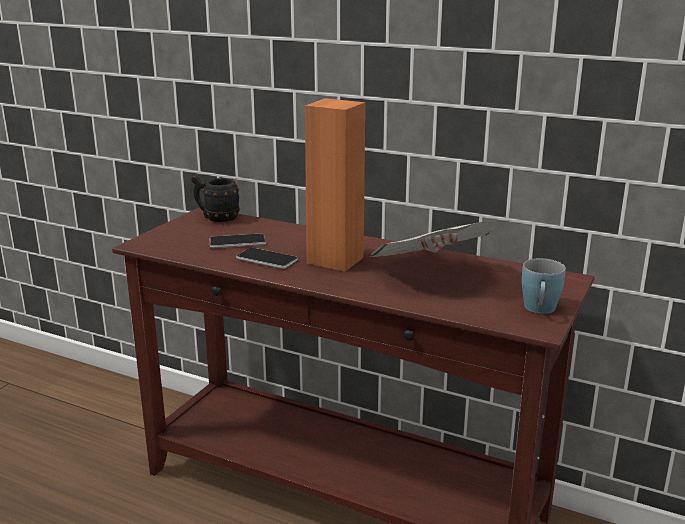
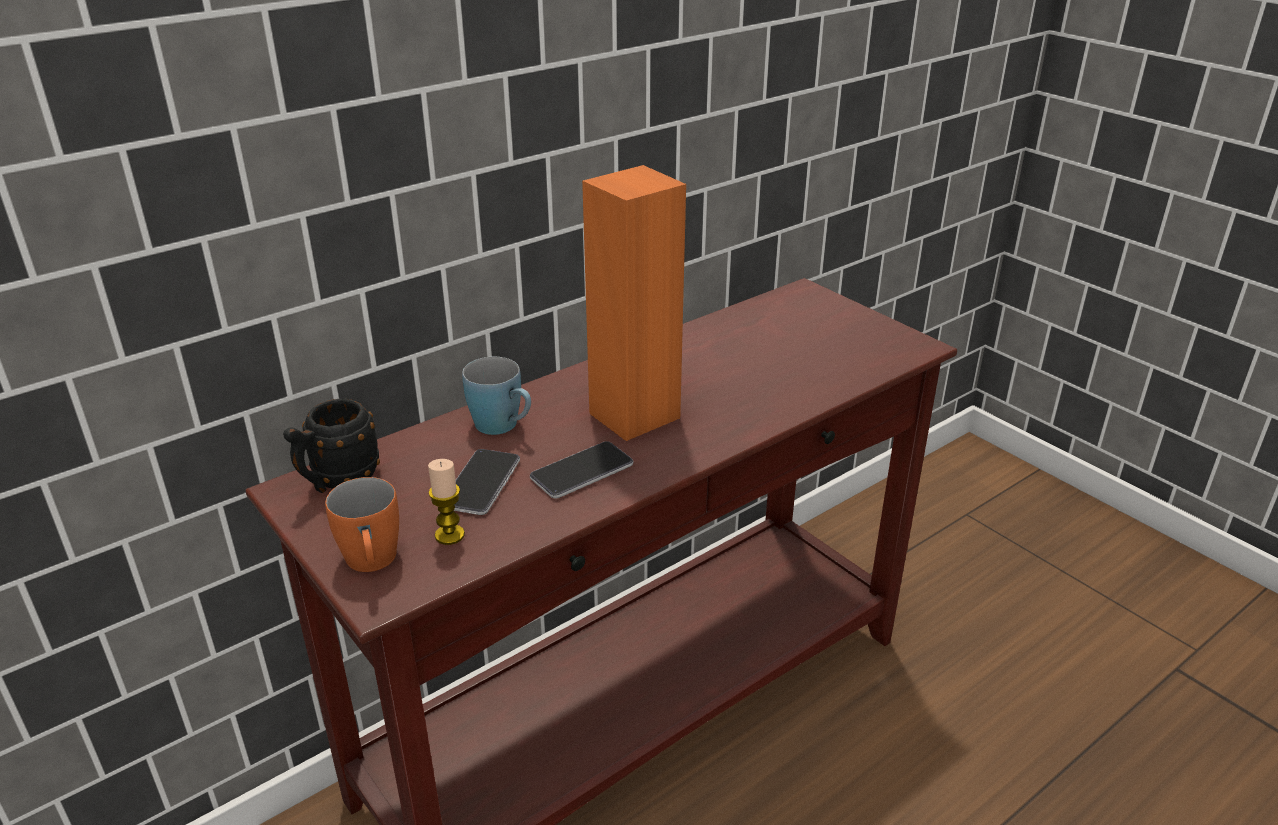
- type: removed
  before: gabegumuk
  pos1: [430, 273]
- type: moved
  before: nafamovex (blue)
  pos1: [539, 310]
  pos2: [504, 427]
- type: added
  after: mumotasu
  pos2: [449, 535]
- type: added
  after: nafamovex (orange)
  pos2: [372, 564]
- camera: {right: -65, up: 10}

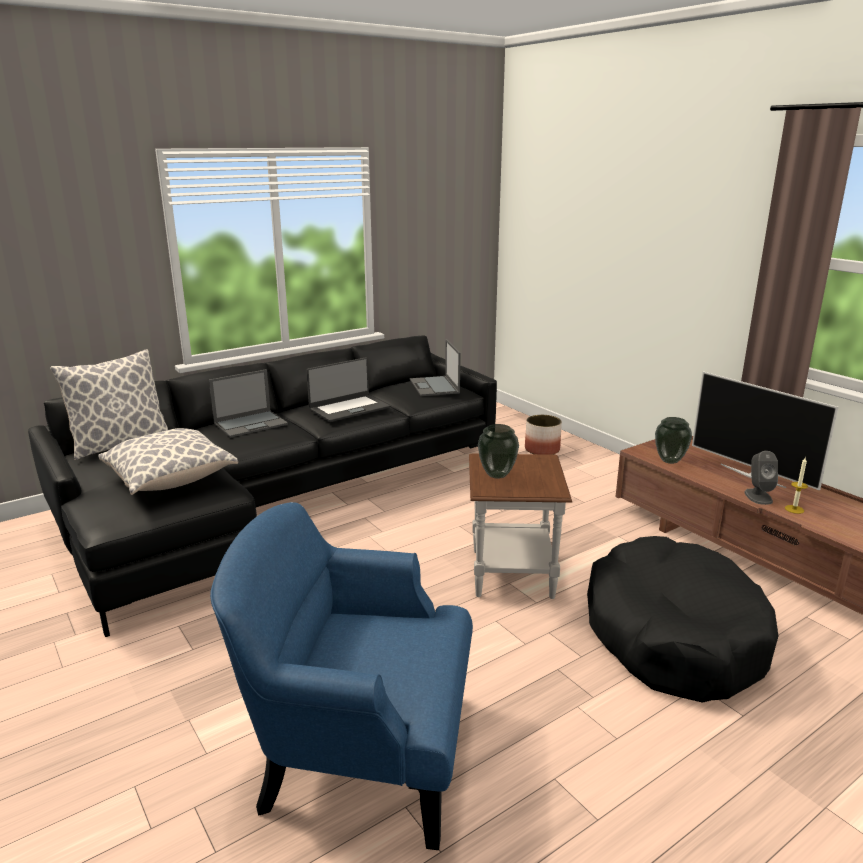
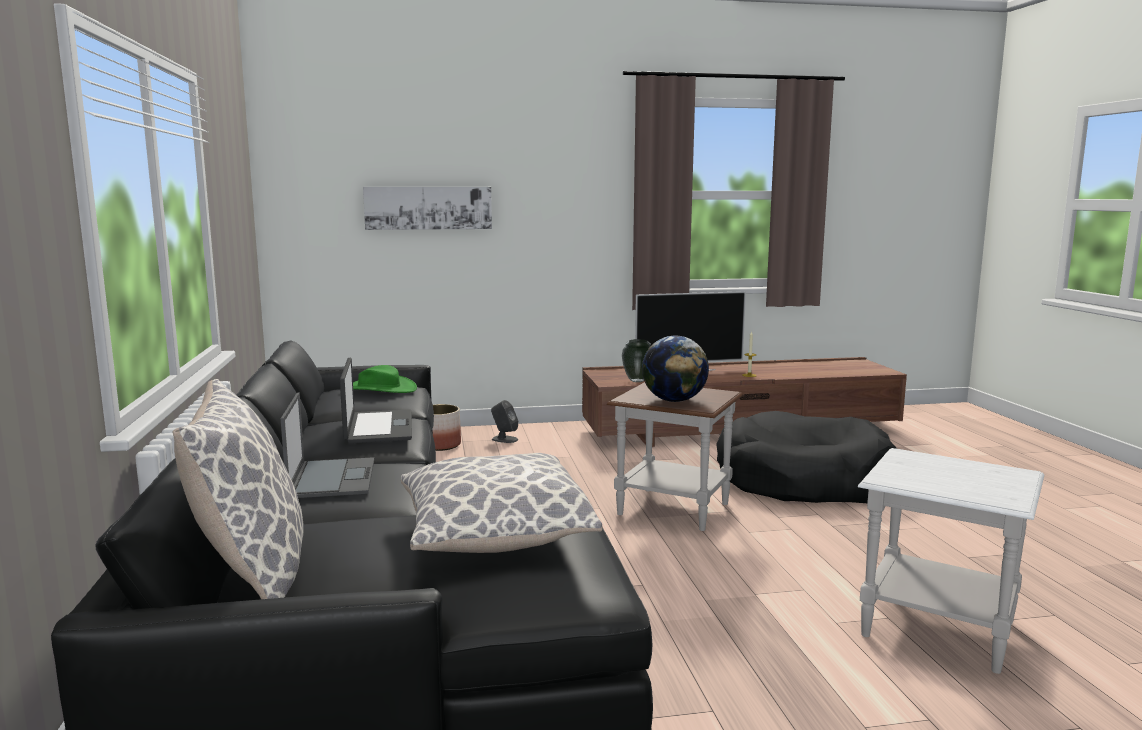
- type: replaced
  before: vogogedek
  after: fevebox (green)
  pos1: [434, 386]
  pos2: [379, 389]
- type: replaced
  before: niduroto
  after: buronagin
  pos1: [497, 475]
  pos2: [674, 400]
- type: moved
  before: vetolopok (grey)
  pos1: [758, 496]
  pos2: [504, 439]
- type: replaced
  before: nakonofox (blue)
  after: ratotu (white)
  pos1: [360, 754]
  pos2: [935, 628]
- type: added
  after: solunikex
  pos2: [428, 208]
- camera: {right: -65, up: -10}

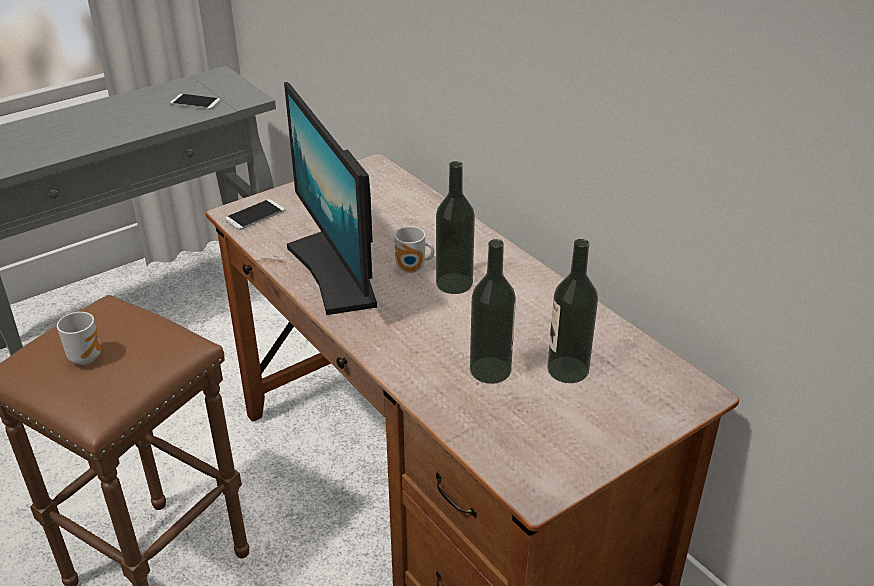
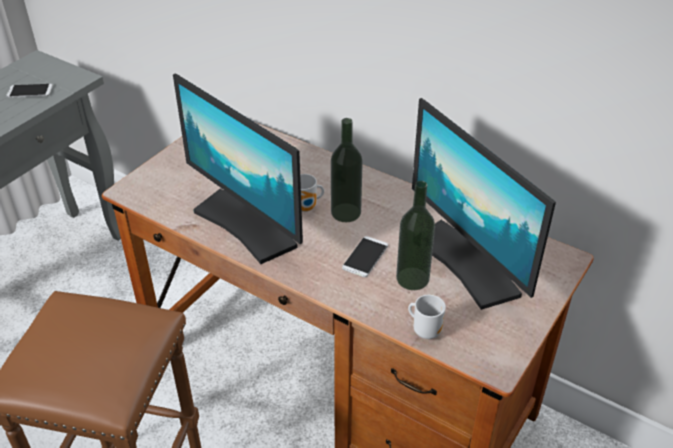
- type: moved
  before: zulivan
  pos1: [255, 215]
  pos2: [365, 257]
- type: replaced
  before: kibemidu
  after: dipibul
  pos1: [567, 369]
  pos2: [467, 263]
- type: moved
  before: nafamovex
  pos1: [86, 356]
  pos2: [425, 330]
- camera: {right: -20, up: 5}

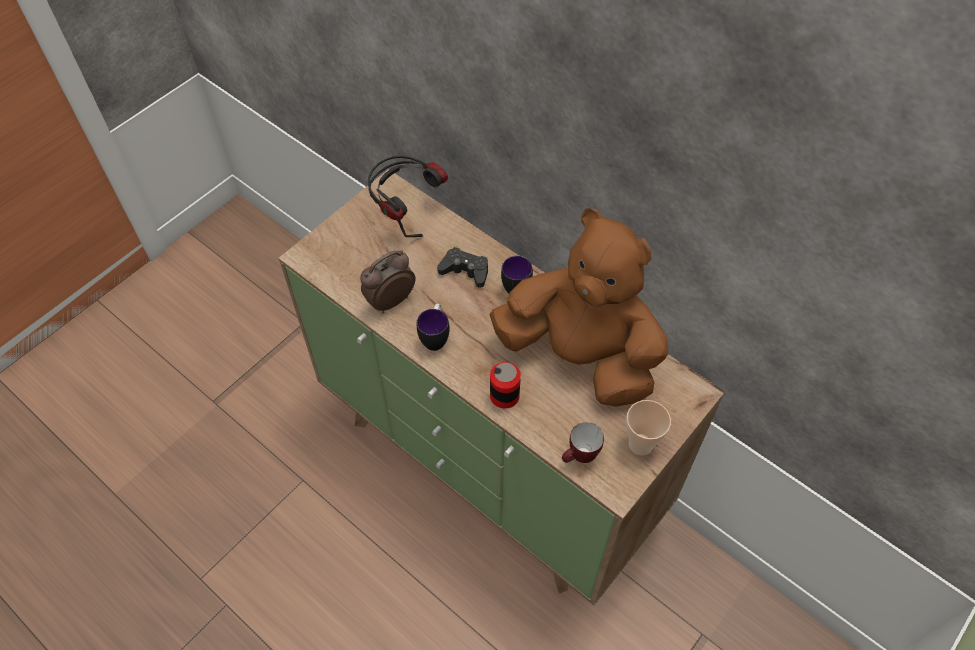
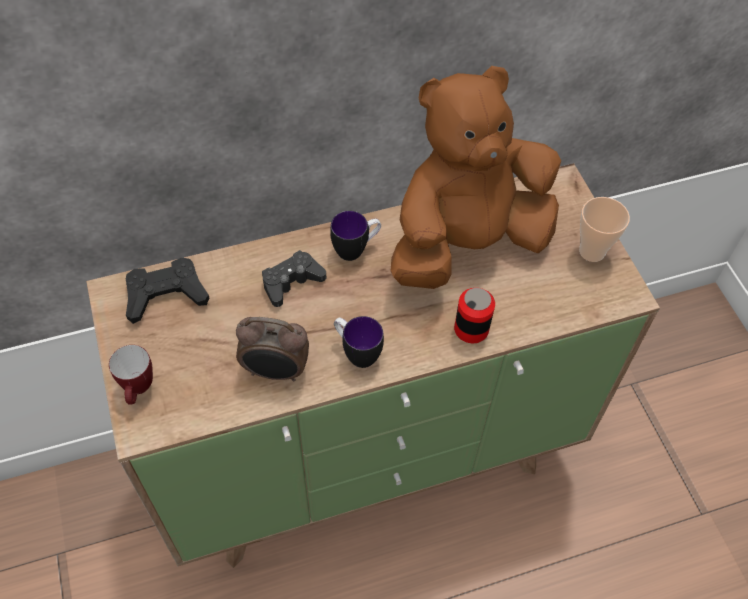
- type: replaced
  before: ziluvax
  after: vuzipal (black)
  pos1: [406, 212]
  pos2: [165, 294]
- type: turned
  before: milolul
  pos1: [389, 300]
  pos2: [276, 371]
  turn: -75
- type: moved
  before: nafamovex
  pos1: [579, 458]
  pos2: [139, 391]
- camera: {right: -60, up: 0}

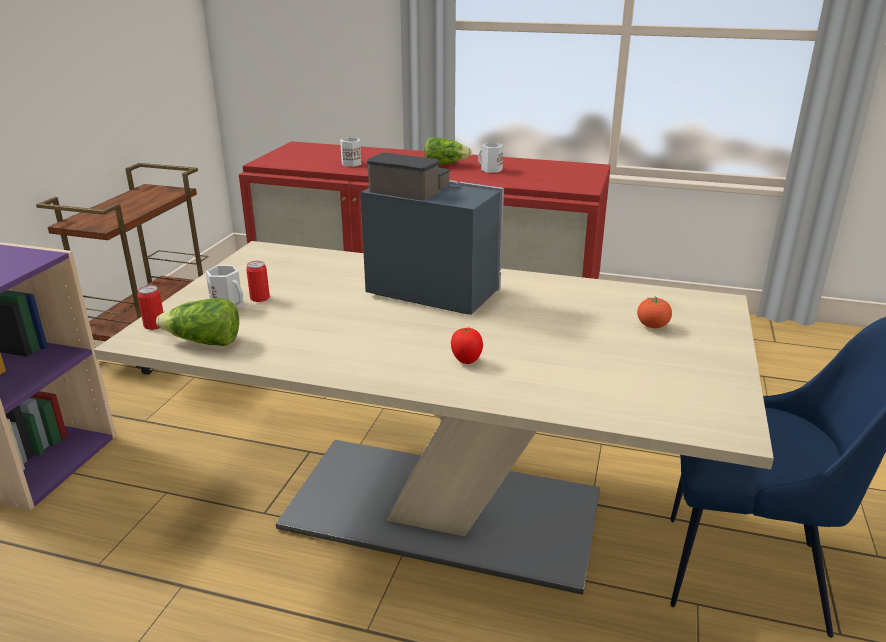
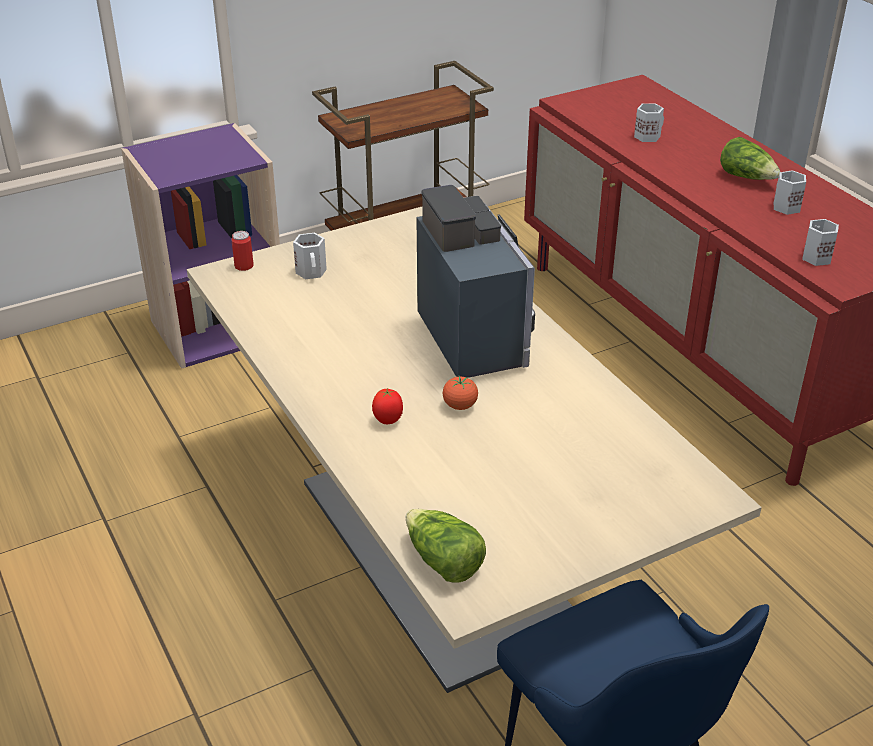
- type: removed
  before: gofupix
  pos1: [260, 298]
- type: moved
  before: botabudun
  pos1: [652, 326]
  pos2: [460, 406]
- type: moved
  before: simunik
  pos1: [204, 342]
  pos2: [443, 561]
- type: added
  after: nafamovex (white)
  pos2: [815, 257]
- camera: {right: 45, up: 10}

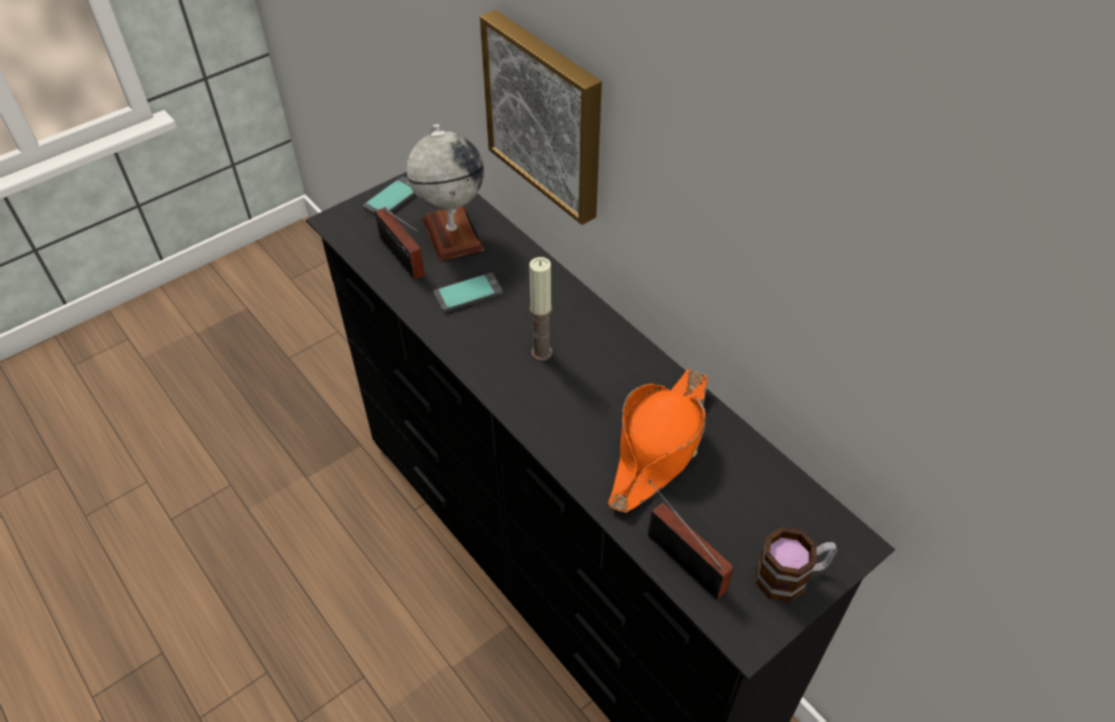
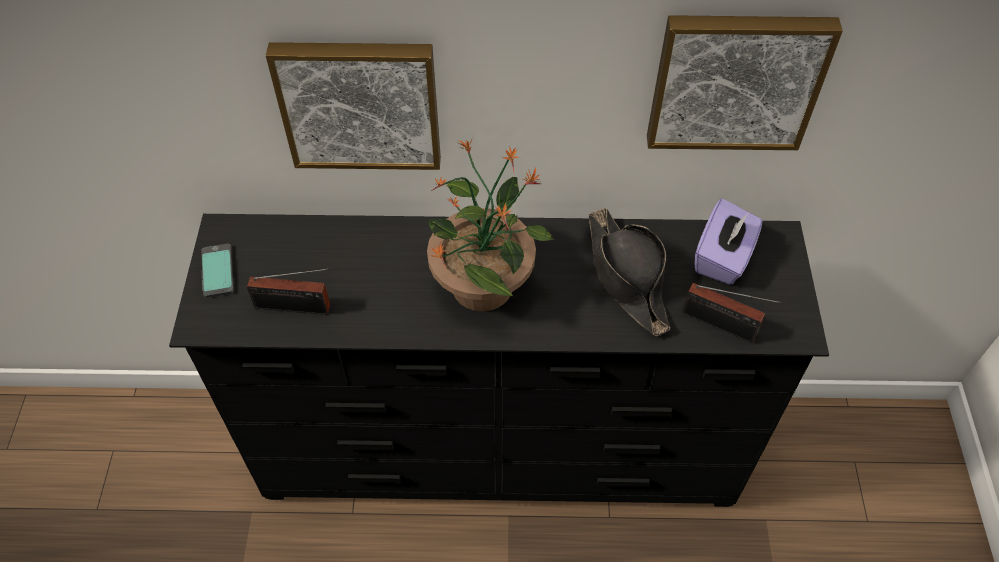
- type: removed
  before: buronagin
  pos1: [452, 234]
- type: replaced
  before: mumotasu
  after: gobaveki
  pos1: [542, 352]
  pos2: [483, 284]
- type: removed
  before: zulivan
  pos1: [468, 293]
- type: recoloured
  before: fevebox (orange)
  after: fevebox (black)
  pos1: [658, 446]
  pos2: [627, 277]
- type: turned
  before: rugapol
  pos1: [683, 558]
  pos2: [722, 326]
  turn: -150
- type: removed
  before: nafamovex
  pos1: [791, 576]
- type: added
  after: solunikex
  pos2: [736, 80]
- type: added
  after: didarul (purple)
  pos2: [723, 258]
- camera: {right: -50, up: 5}

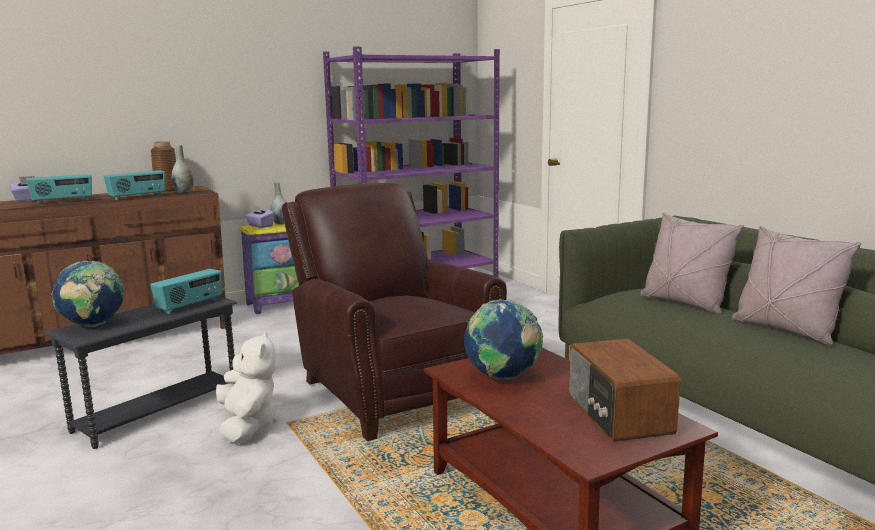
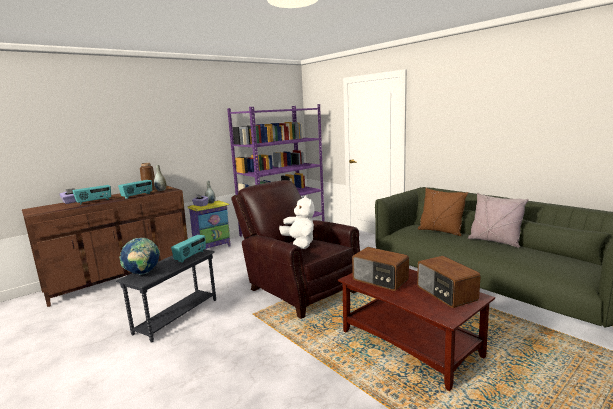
- type: recoloured
  before: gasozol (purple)
  after: gasozol (brown)
  pos1: [684, 303]
  pos2: [440, 231]
- type: replaced
  before: buronagin
  after: rugapol
  pos1: [502, 378]
  pos2: [380, 280]
- type: moved
  before: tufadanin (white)
  pos1: [247, 426]
  pos2: [300, 243]
- camera: {right: -10, up: 0}

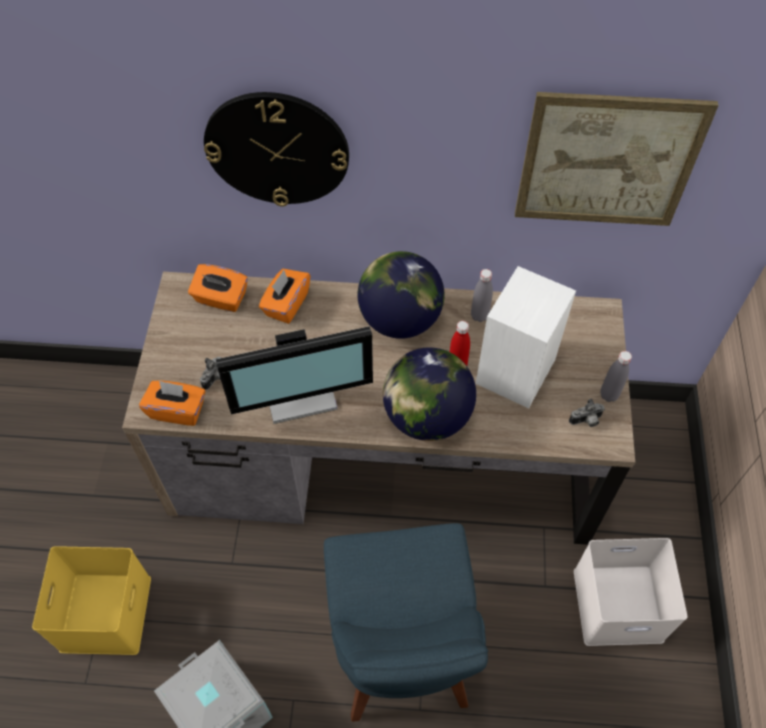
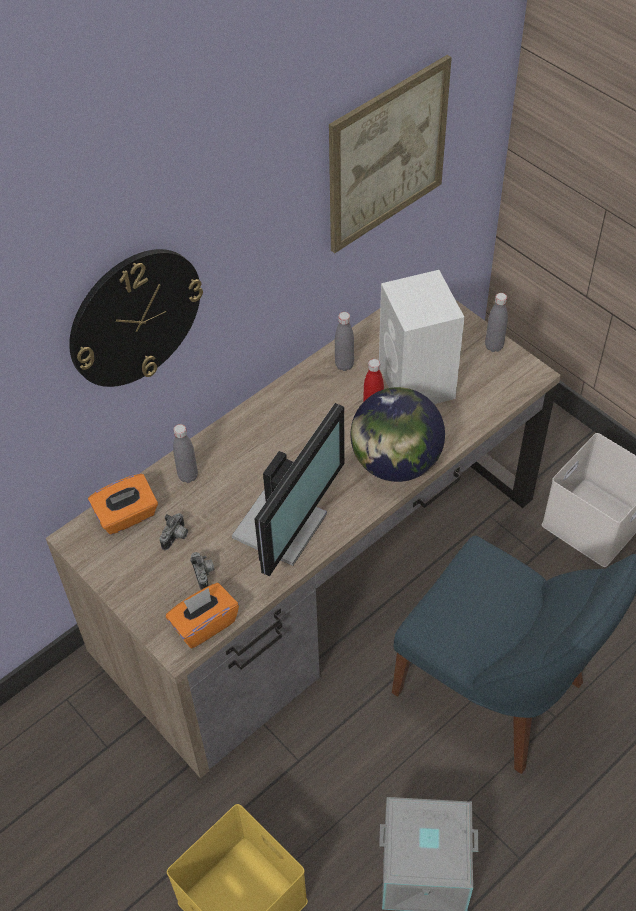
- type: removed
  before: buronagin
  pos1: [400, 319]
- type: replaced
  before: didarul (orange)
  after: kibemidu (grey)
  pos1: [286, 304]
  pos2: [188, 476]
- type: moved
  before: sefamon
  pos1: [586, 421]
  pos2: [176, 537]
- camera: {right: -45, up: -5}

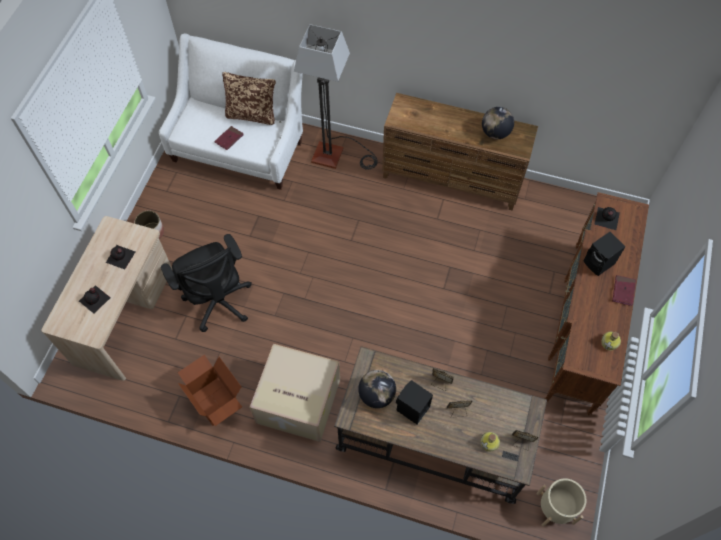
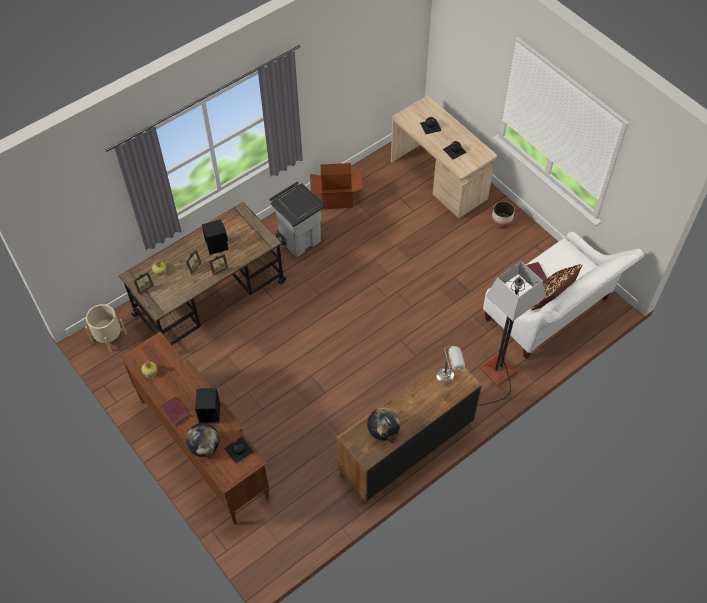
- type: removed
  before: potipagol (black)
  pos1: [215, 298]
- type: replaced
  before: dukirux
  after: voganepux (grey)
  pos1: [297, 402]
  pos2: [300, 239]
- type: moved
  before: buronagin
  pos1: [376, 395]
  pos2: [204, 447]
- type: added
  after: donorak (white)
  pos2: [448, 373]
- camera: {right: 125, up: -5}

